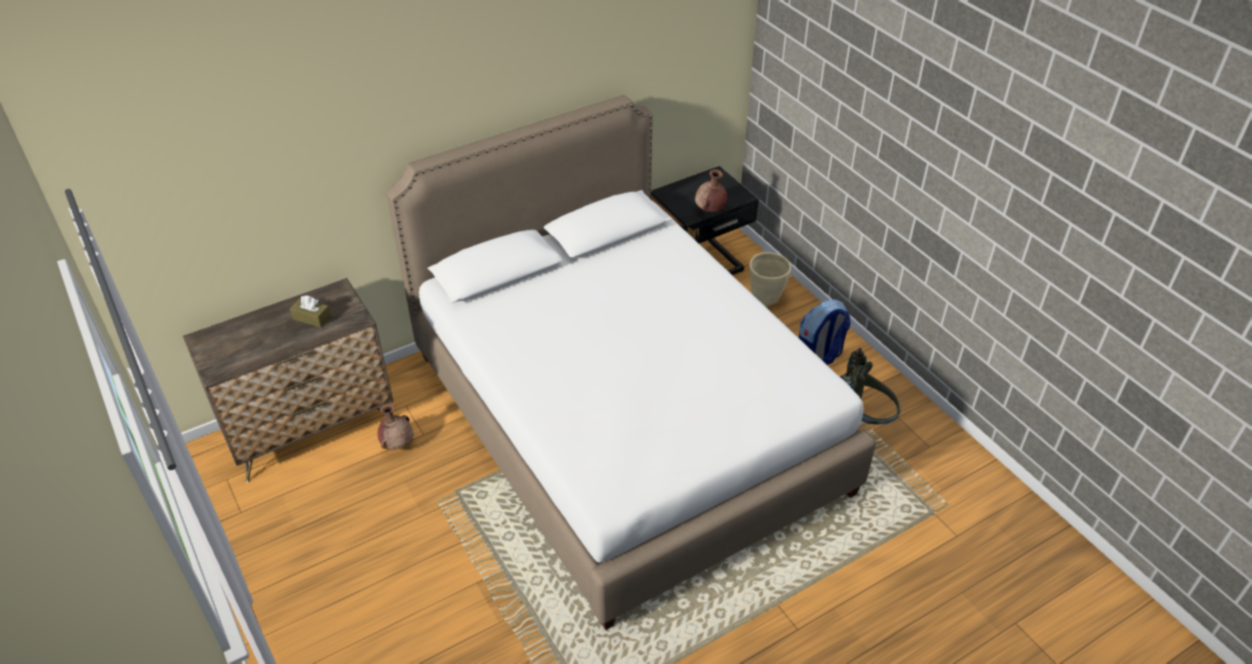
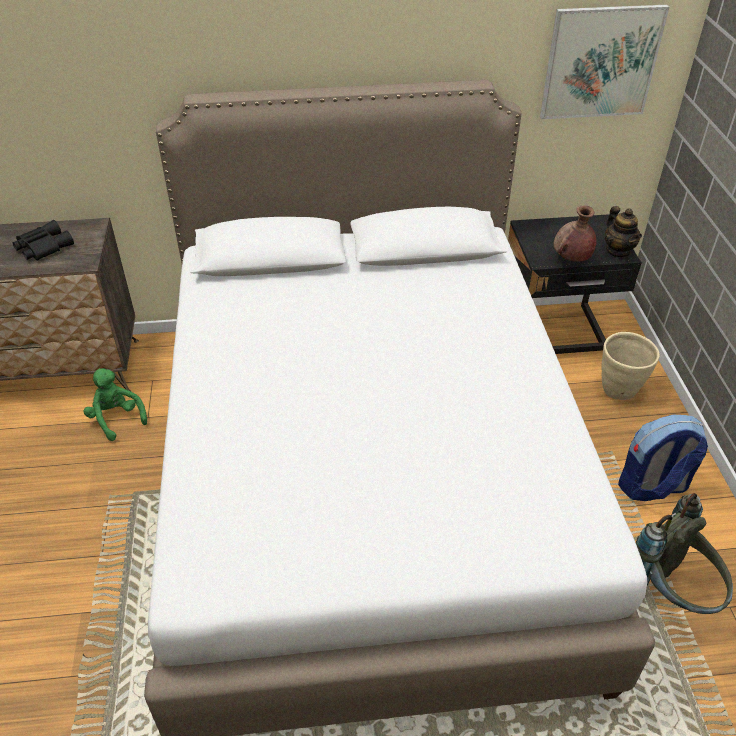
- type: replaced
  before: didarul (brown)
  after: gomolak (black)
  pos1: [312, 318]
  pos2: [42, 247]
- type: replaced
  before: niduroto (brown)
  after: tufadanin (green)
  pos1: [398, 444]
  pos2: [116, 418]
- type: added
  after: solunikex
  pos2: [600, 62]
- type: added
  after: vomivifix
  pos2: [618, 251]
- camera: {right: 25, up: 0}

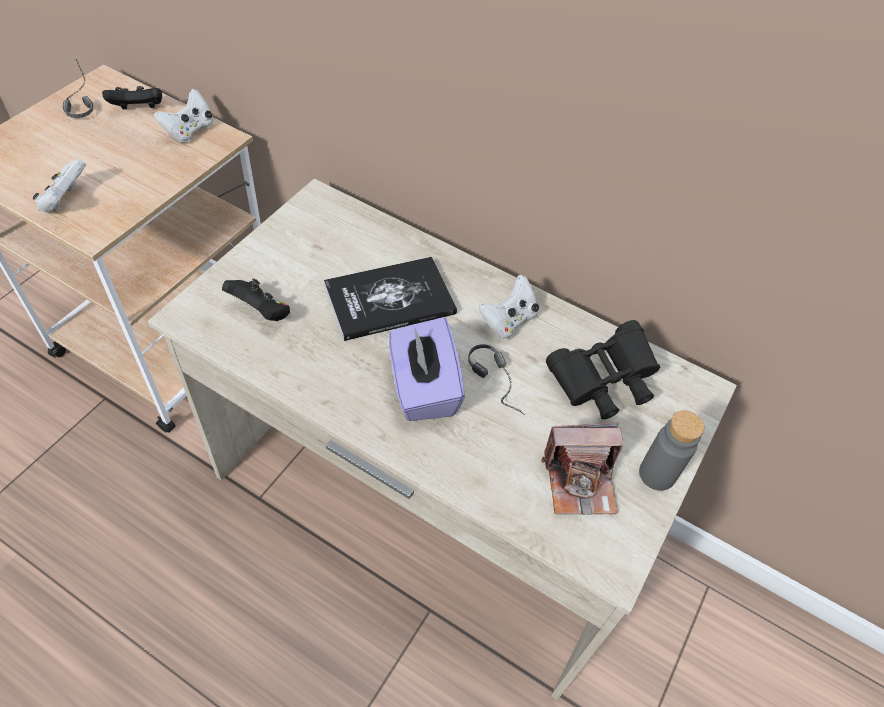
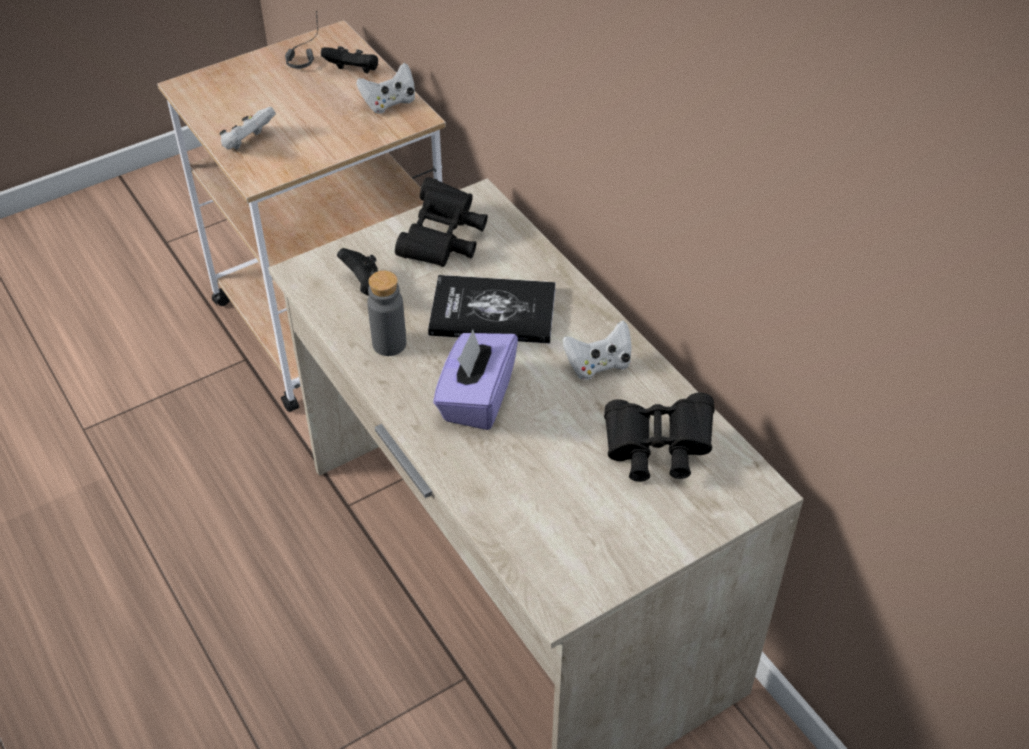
- type: removed
  before: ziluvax
  pos1: [501, 385]
- type: moved
  before: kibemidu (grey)
  pos1: [657, 474]
  pos2: [389, 344]
- type: removed
  before: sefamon
  pos1: [580, 481]
- type: added
  after: gomolak (black)
  pos2: [443, 240]
- camera: {right: 30, up: -5}

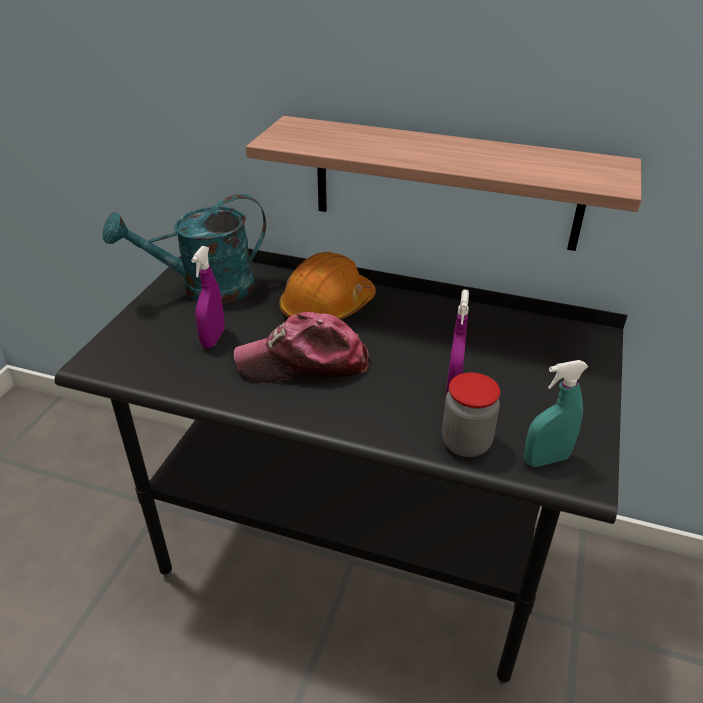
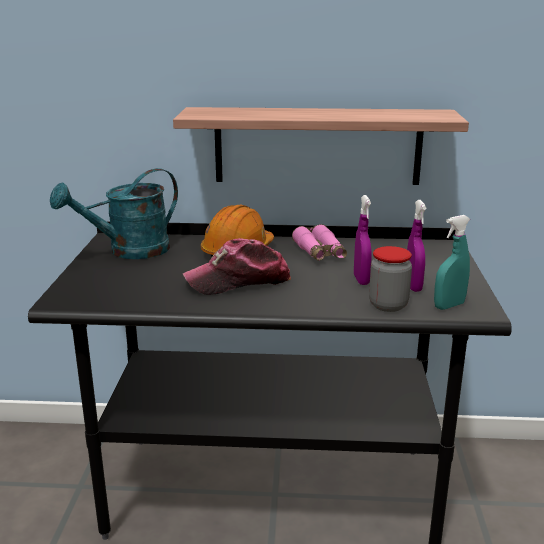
- type: moved
  before: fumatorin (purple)
  pos1: [213, 339]
  pos2: [413, 286]
- type: added
  after: gomolak (pink)
  pos2: [320, 253]
- camera: {right: -15, up: -15}

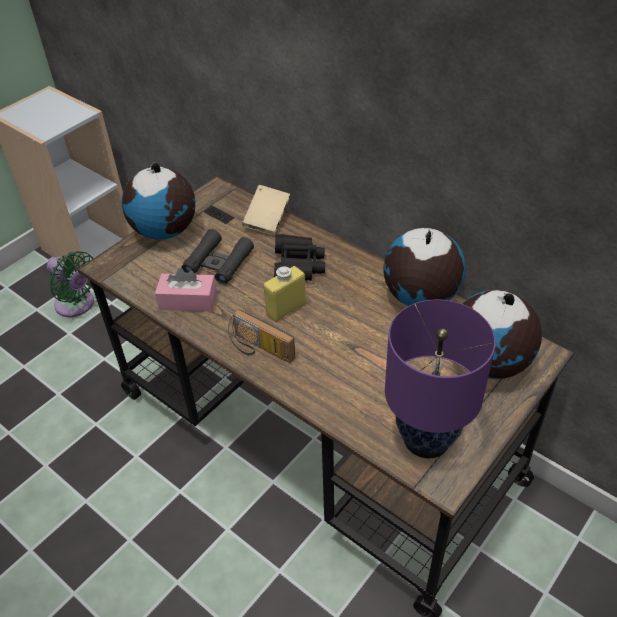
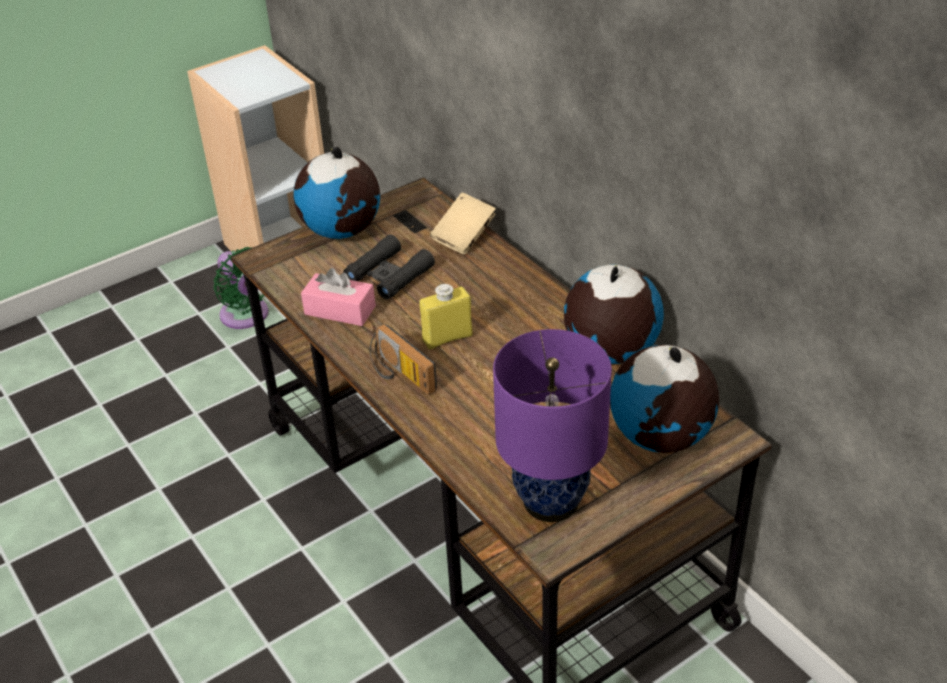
- type: removed
  before: gomolak (black)
  pos1: [298, 265]
- camera: {right: 15, up: -5}

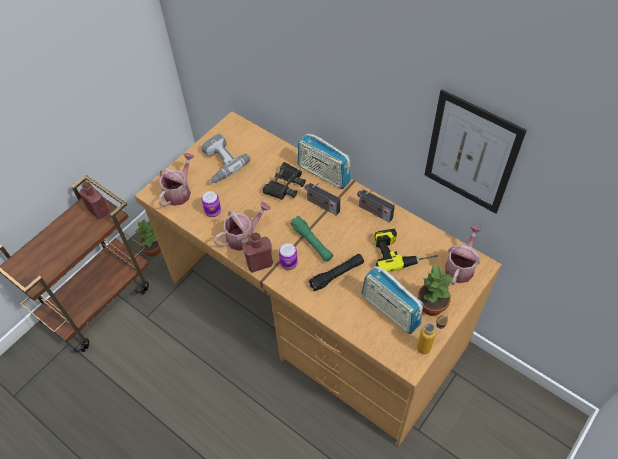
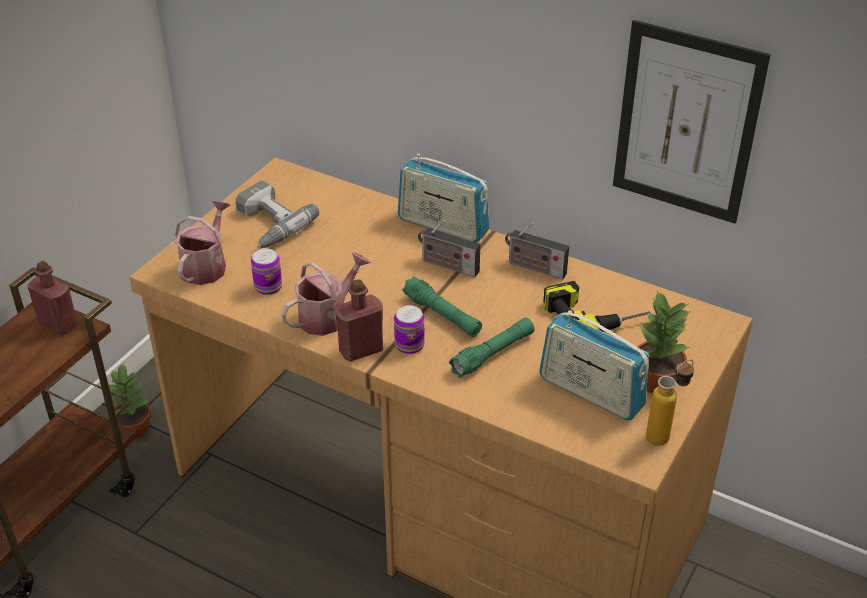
- type: removed
  before: gomolak (black)
  pos1: [285, 185]
- type: removed
  before: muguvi
  pos1: [460, 266]
- type: recoloured
  before: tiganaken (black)
  after: tiganaken (green)
  pos1: [337, 275]
  pos2: [493, 354]
- camera: {right: -10, up: -15}

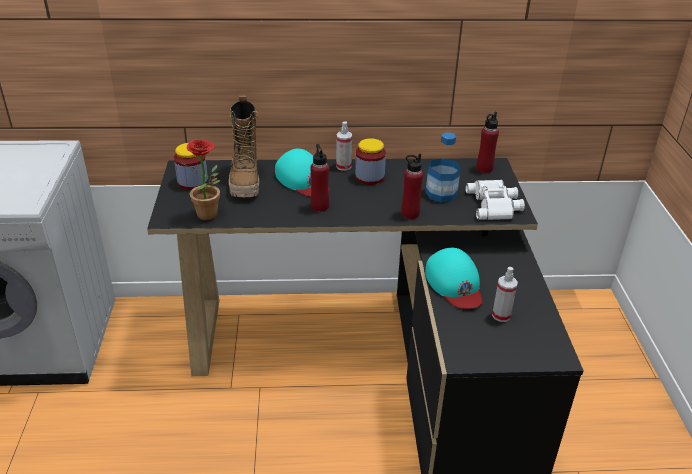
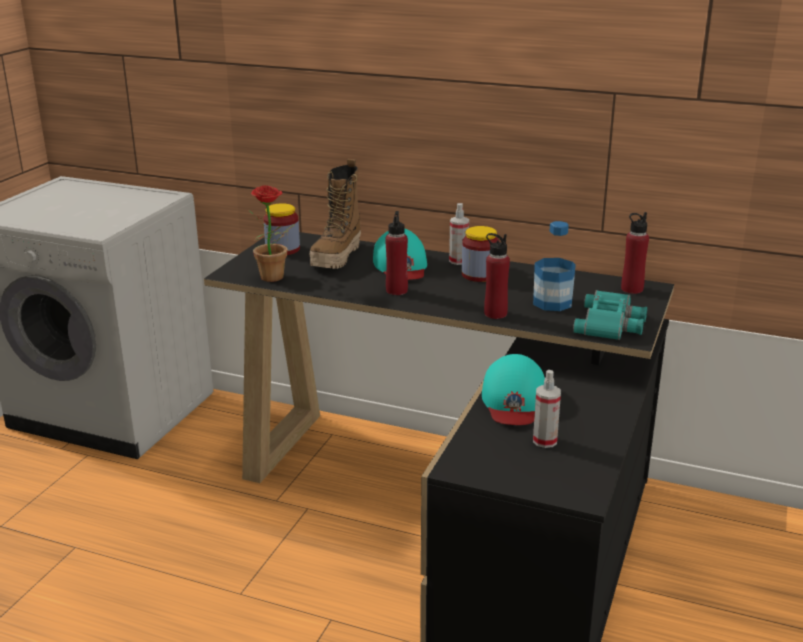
- type: recoloured
  before: gomolak (white)
  after: gomolak (turquoise)
  pos1: [495, 205]
  pos2: [611, 324]
- camera: {right: 25, up: -10}

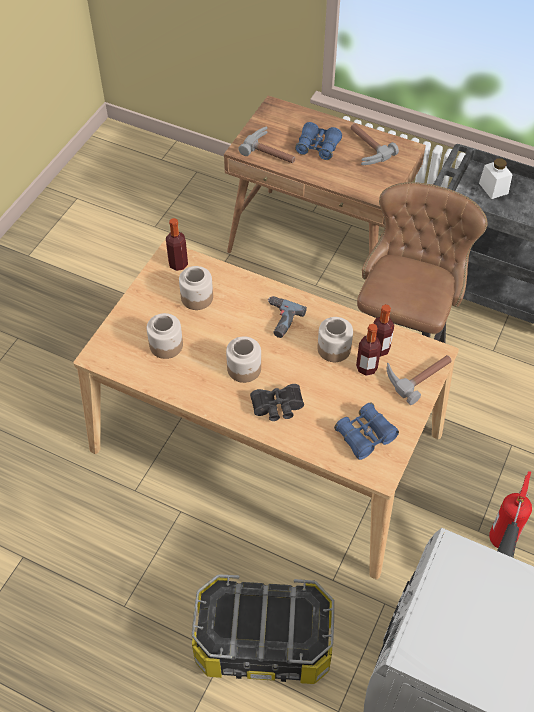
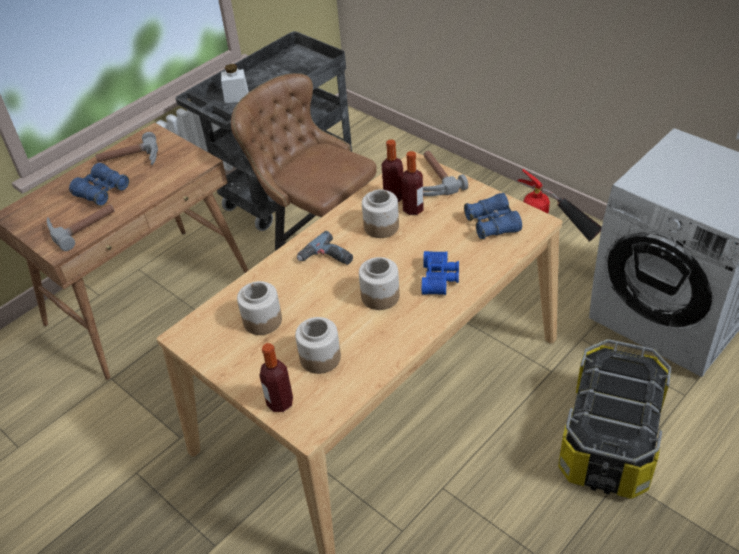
- type: moved
  before: kibemidu
  pos1: [178, 264]
  pos2: [280, 403]
- type: recoloured
  before: gomolak (black)
  after: gomolak (blue)
  pos1: [278, 408]
  pos2: [440, 278]
- camera: {right: -70, up: -10}

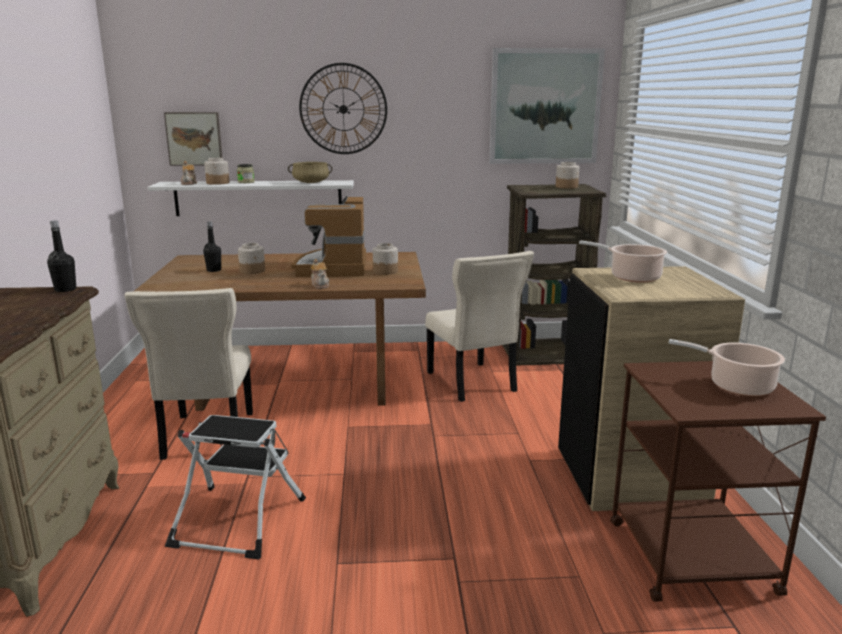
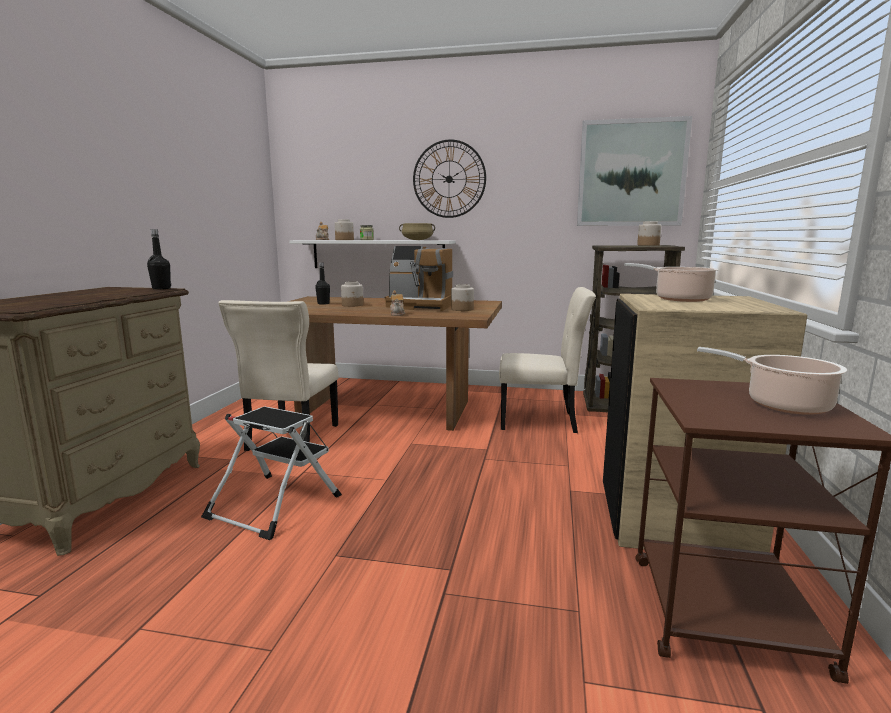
- type: removed
  before: solunikex
  pos1: [194, 138]
- type: turned
  before: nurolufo
  pos1: [333, 268]
  pos2: [420, 306]
  turn: -90
- type: turned
  before: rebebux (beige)
  pos1: [472, 383]
  pos2: [541, 421]
  turn: -75
- camera: {right: 15, up: -5}

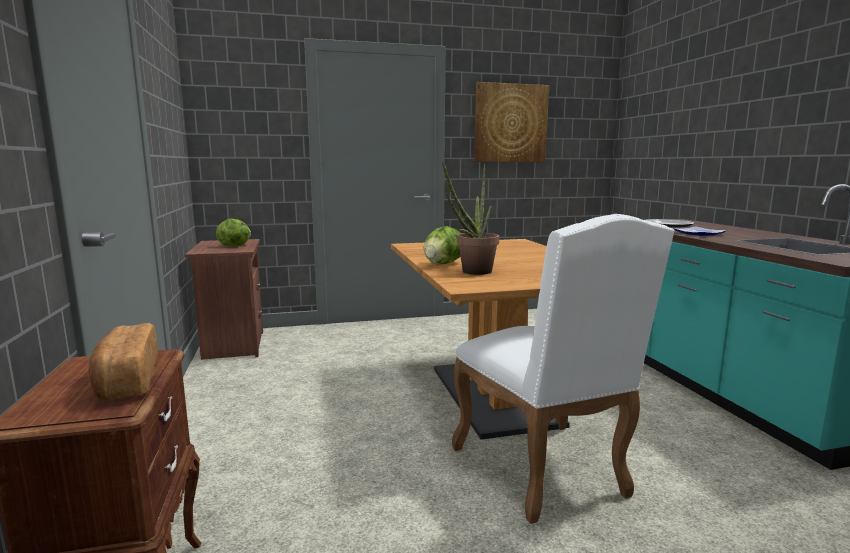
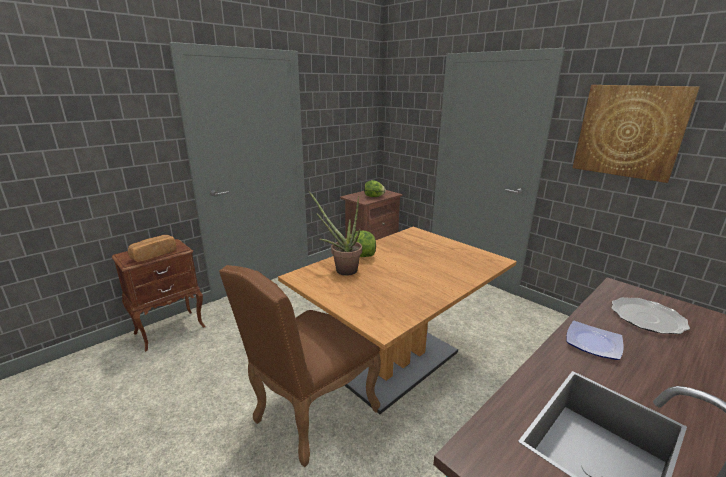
- type: recoloured
  before: rebebux (white)
  after: rebebux (brown)
  pos1: [544, 471]
  pos2: [311, 414]
- camera: {right: 60, up: 10}

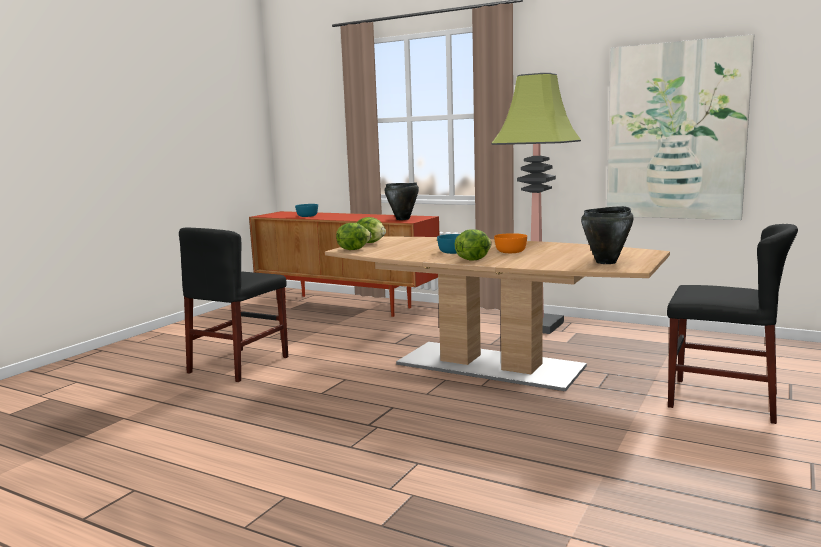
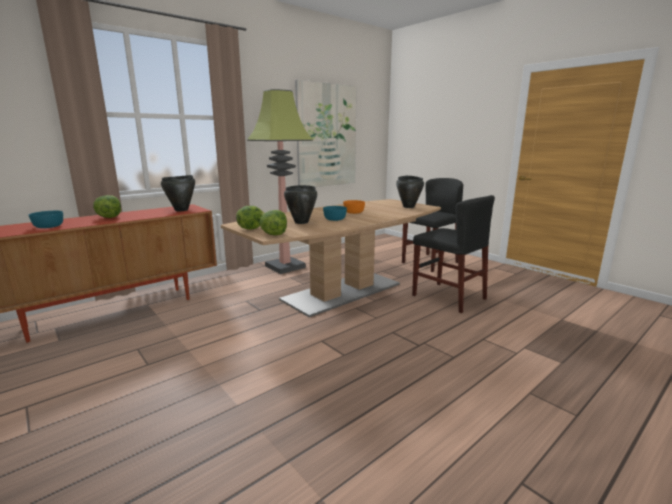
- type: moved
  before: rebebux (black)
  pos1: [239, 364]
  pos2: [448, 297]
- type: moved
  before: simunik
  pos1: [472, 259]
  pos2: [109, 217]
- type: added
  after: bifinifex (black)
  pos2: [301, 222]
- camera: {right: -70, up: 5}

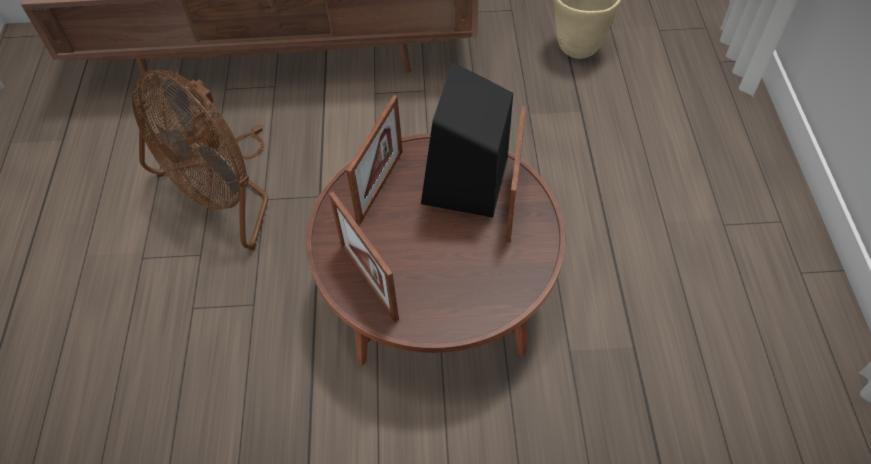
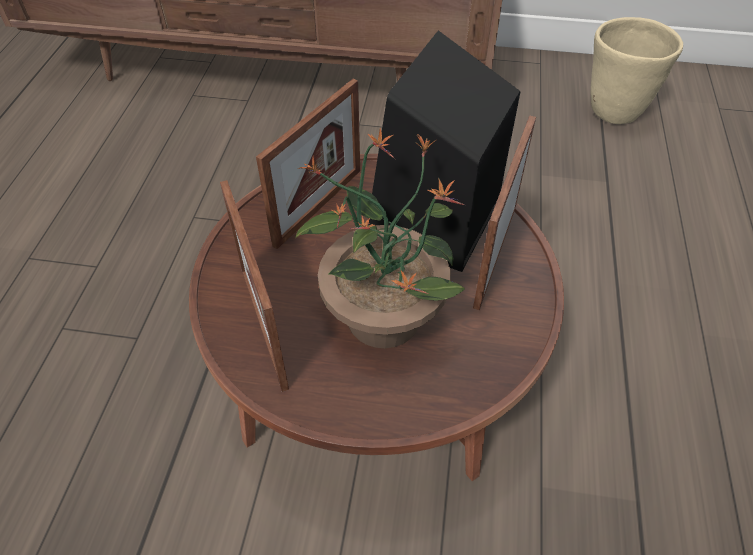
- type: removed
  before: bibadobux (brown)
  pos1: [223, 189]
- type: added
  after: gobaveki
  pos2: [383, 315]
- camera: {right: 10, up: -5}

